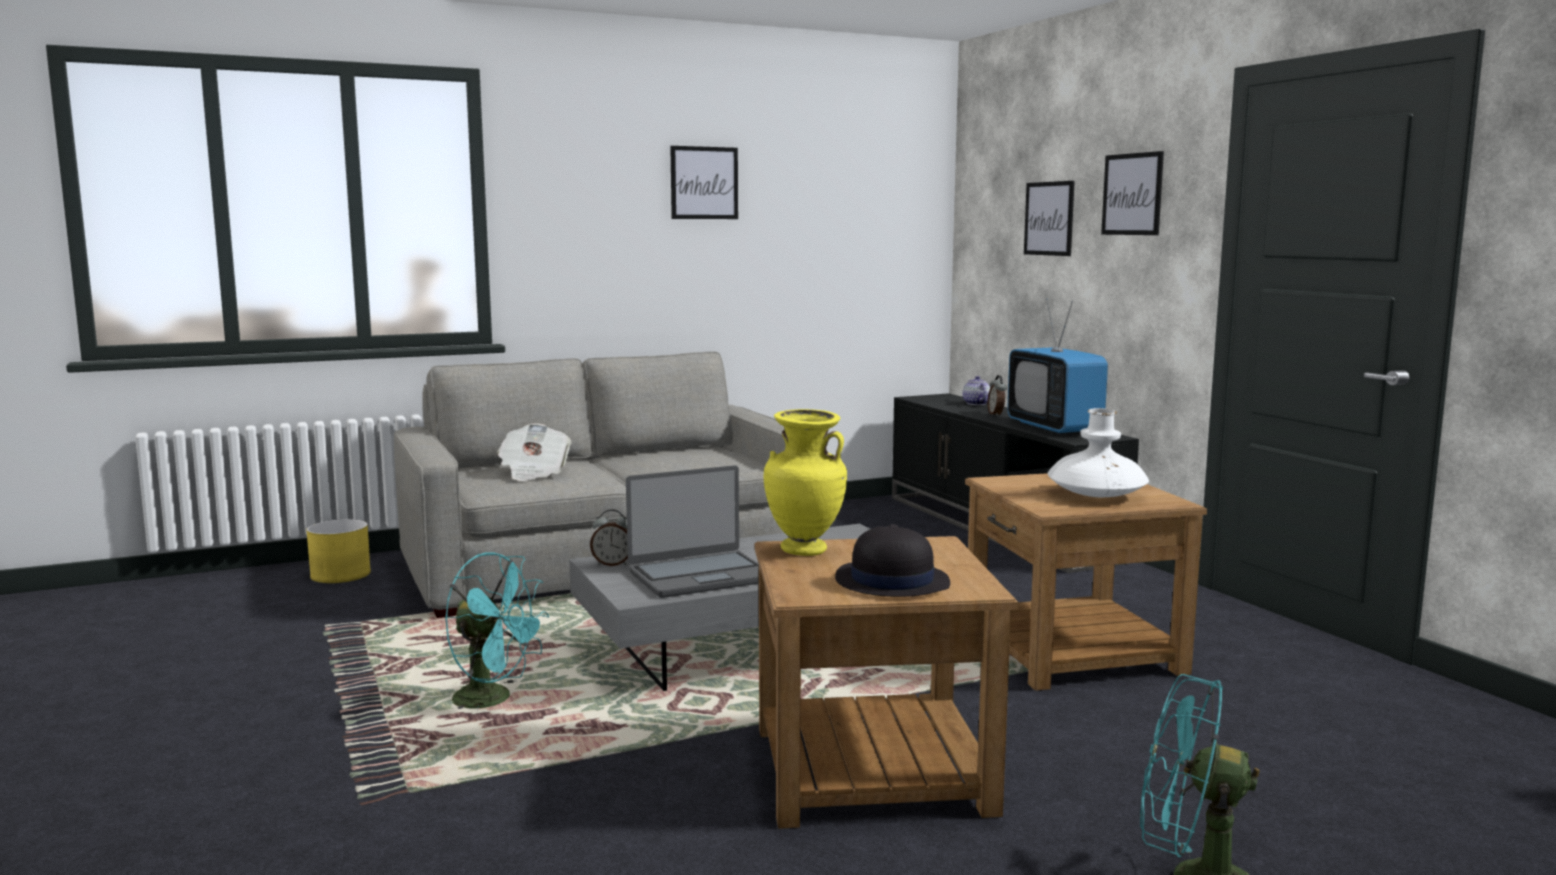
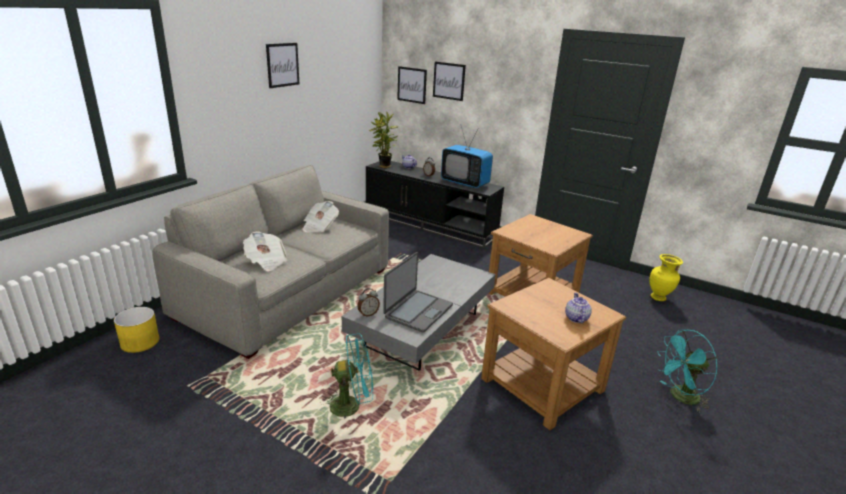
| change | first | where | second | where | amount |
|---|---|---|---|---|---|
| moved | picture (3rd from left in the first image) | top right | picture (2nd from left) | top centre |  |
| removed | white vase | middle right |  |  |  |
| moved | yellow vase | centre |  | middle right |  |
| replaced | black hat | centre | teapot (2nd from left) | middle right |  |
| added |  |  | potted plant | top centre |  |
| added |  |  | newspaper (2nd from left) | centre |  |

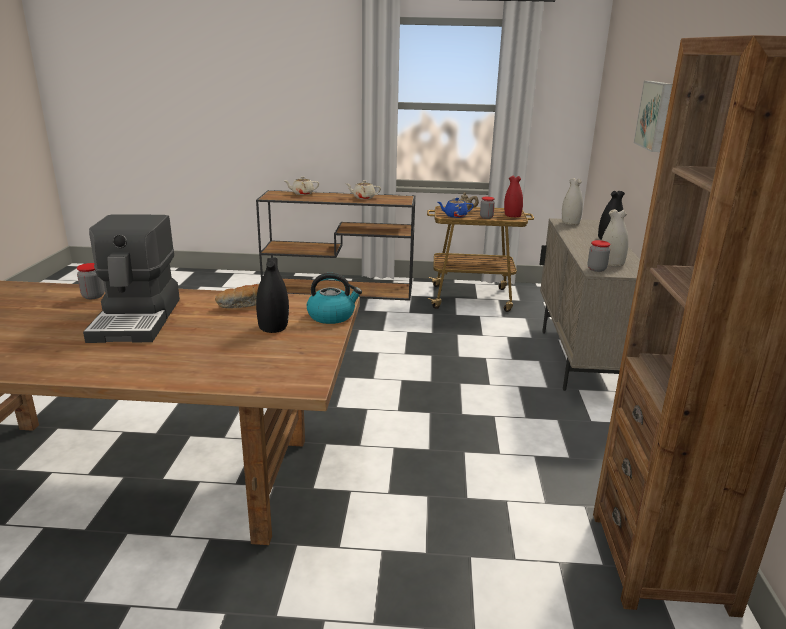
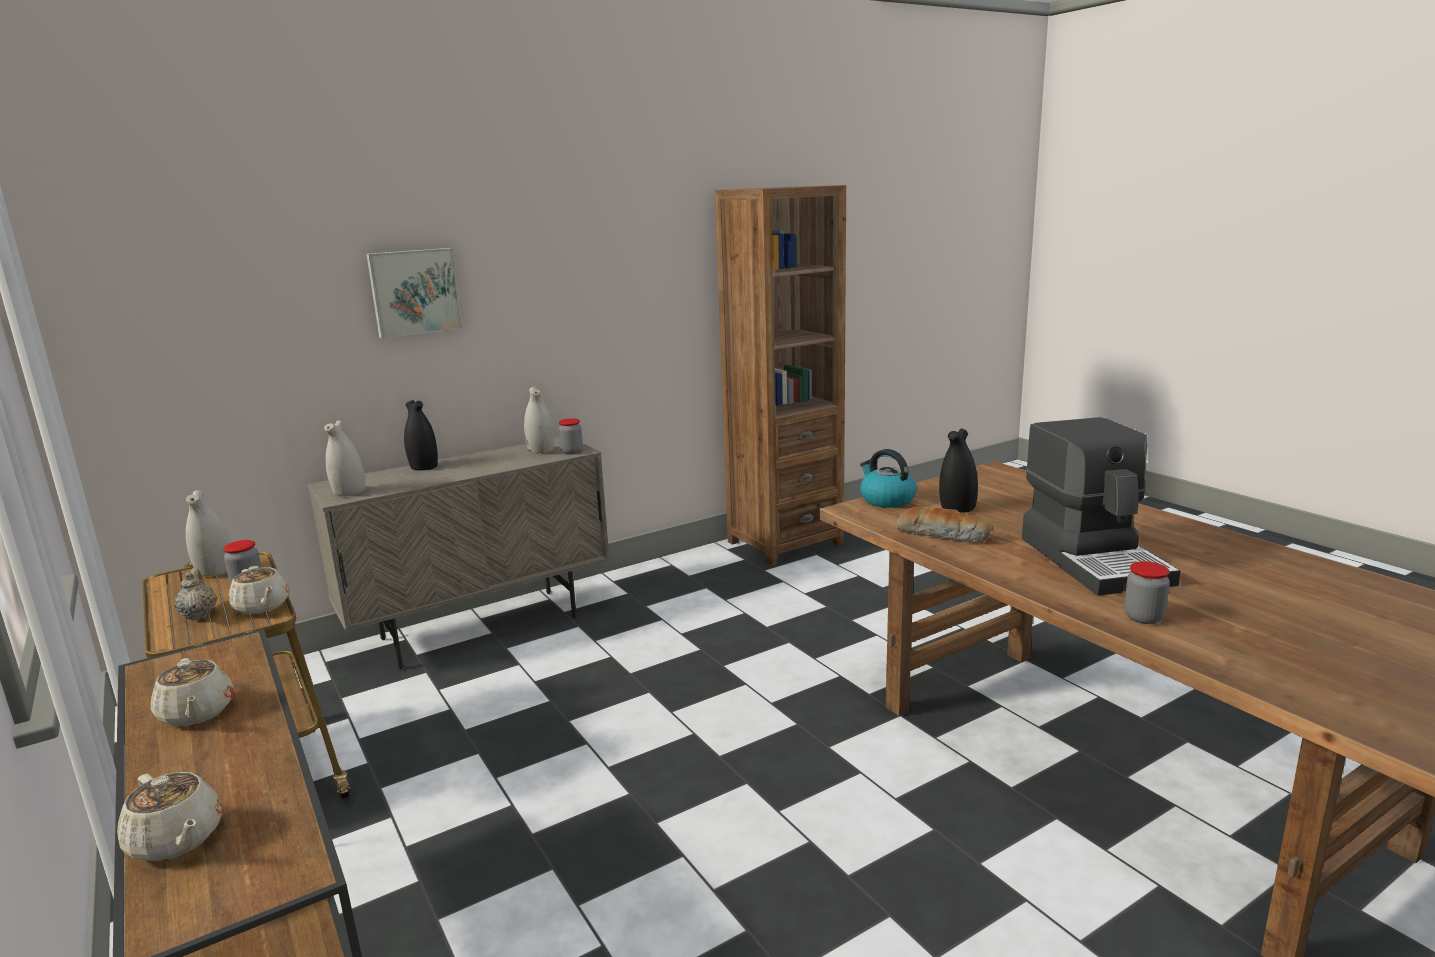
| change | first | where | second | where | amount |
|---|---|---|---|---|---|
| recoloured | red vase | top centre | white vase (1st from left) | middle left |  |
| recoloured | blue teapot | top centre | beige teapot (4th from left) | middle left |  |
| turned | coffee machine | middle left |  | middle right | 120 degrees clockwise |

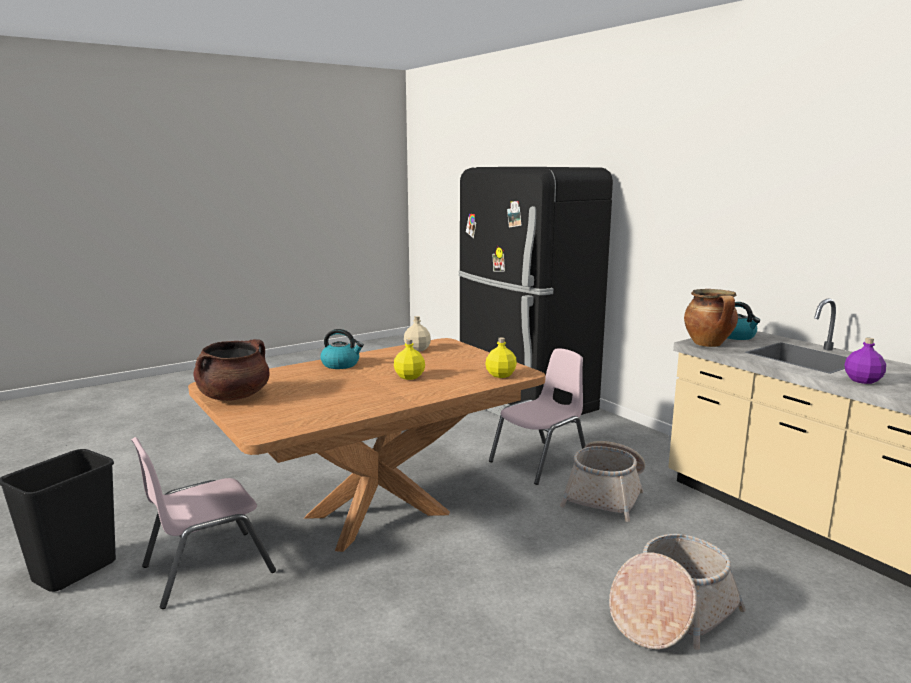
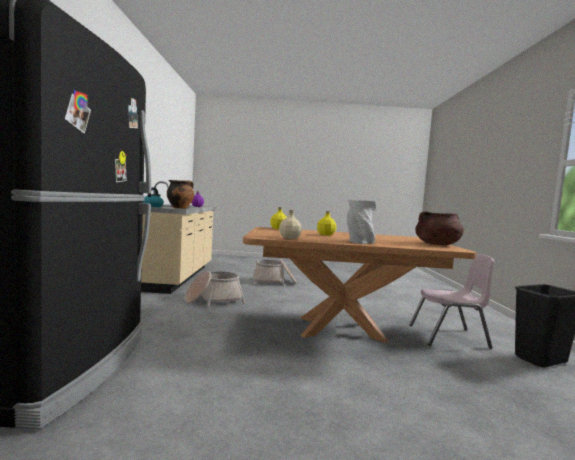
| change | first | where | second | where | amount |
|---|---|---|---|---|---|
| replaced | kettle (1st from left) | centre | grey vase | centre |  |
| removed | pink chair (2nd from left) | centre |  |  |  |

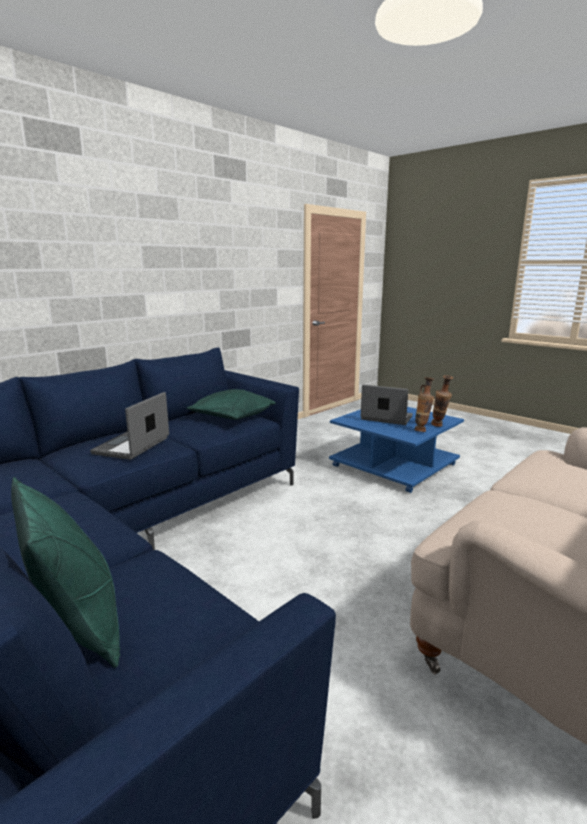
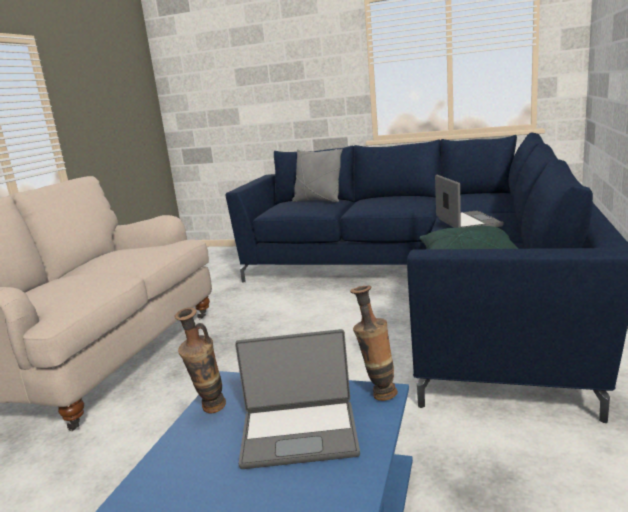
| change | first | where | second | where | amount |
|---|---|---|---|---|---|
| moved | vase (2nd from left) | middle right |  | bottom centre |  |
| recoloured | green pillow (1st from left) | bottom left | grey pillow | centre |  |

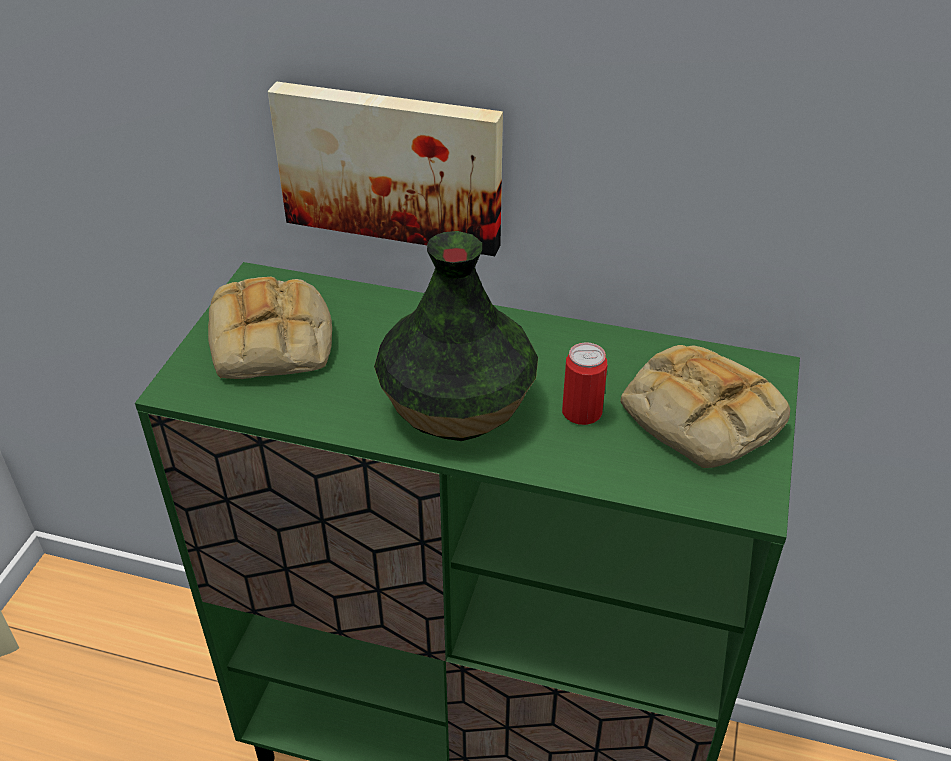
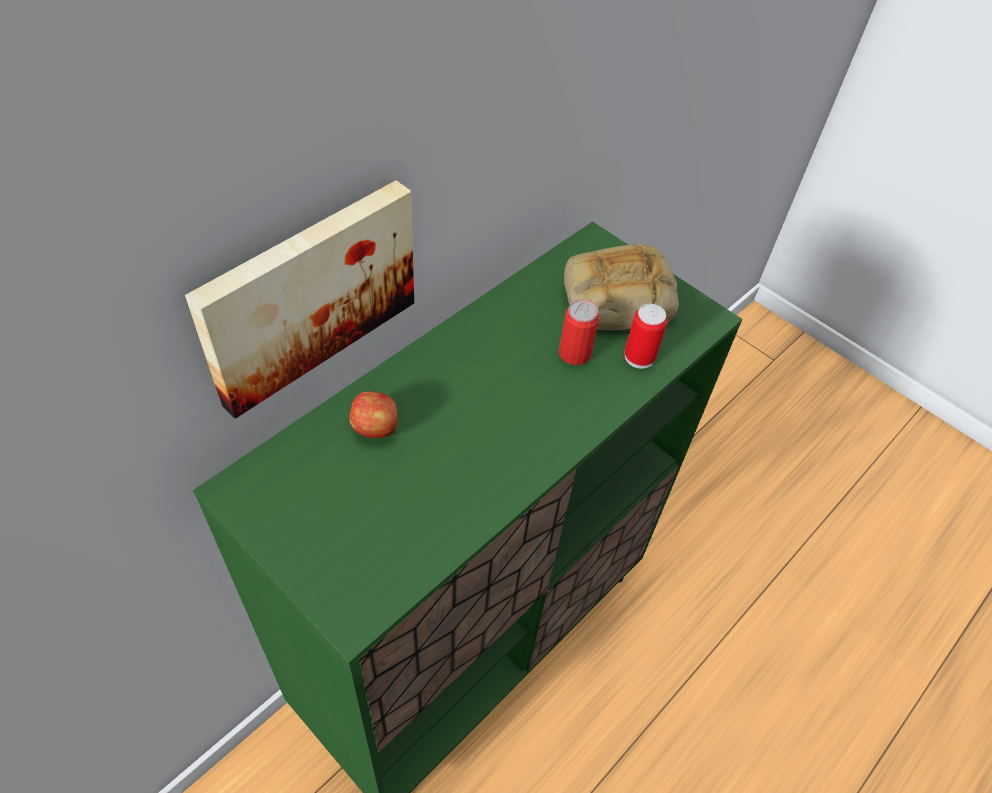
| change | first | where | second | where | amount |
|---|---|---|---|---|---|
| removed | vase | centre |  |  |  |
| removed | bread (1st from left) | middle left |  |  |  |
| added |  |  | can (2nd from left) | centre |  |
| added |  |  | apple | centre |  |

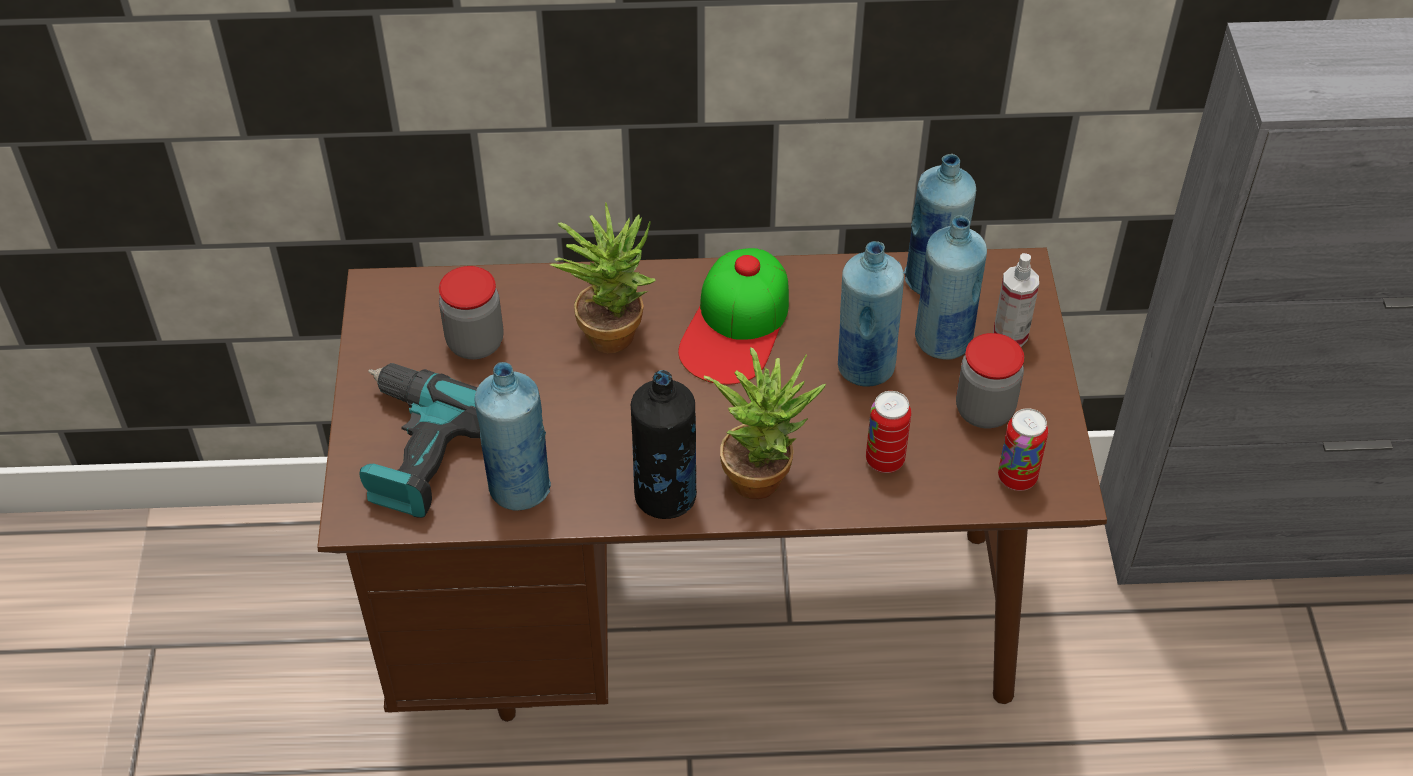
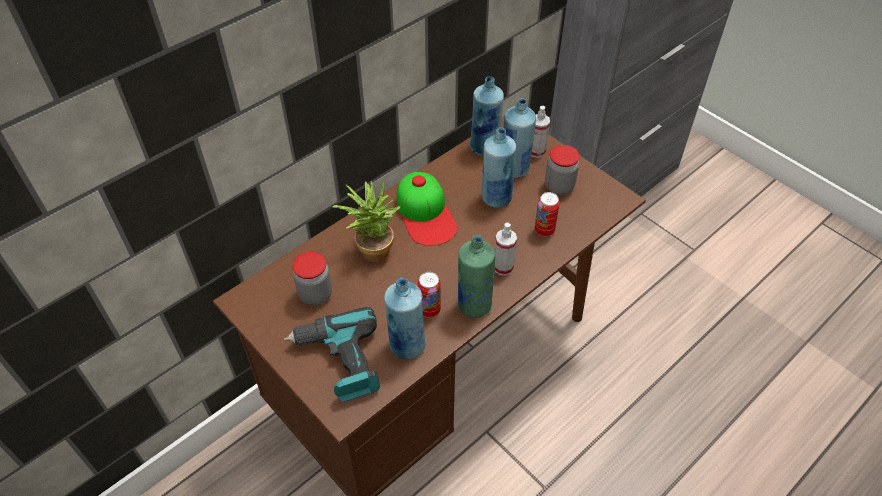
| change | first | where | second | where | amount |
|---|---|---|---|---|---|
| replaced | potted plant (2nd from left) | centre | spray bottle (1st from left) | centre |  |
| recoloured | black bottle | centre | green bottle | centre |  |
| moved | can (2nd from left in the first image) | middle right | can (1st from left) | centre |  |

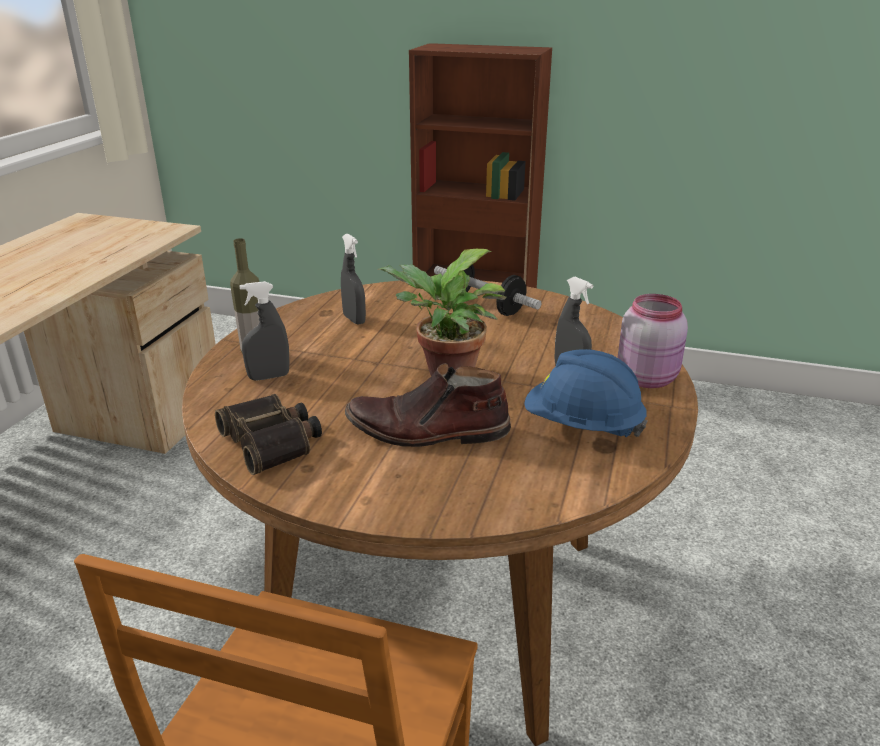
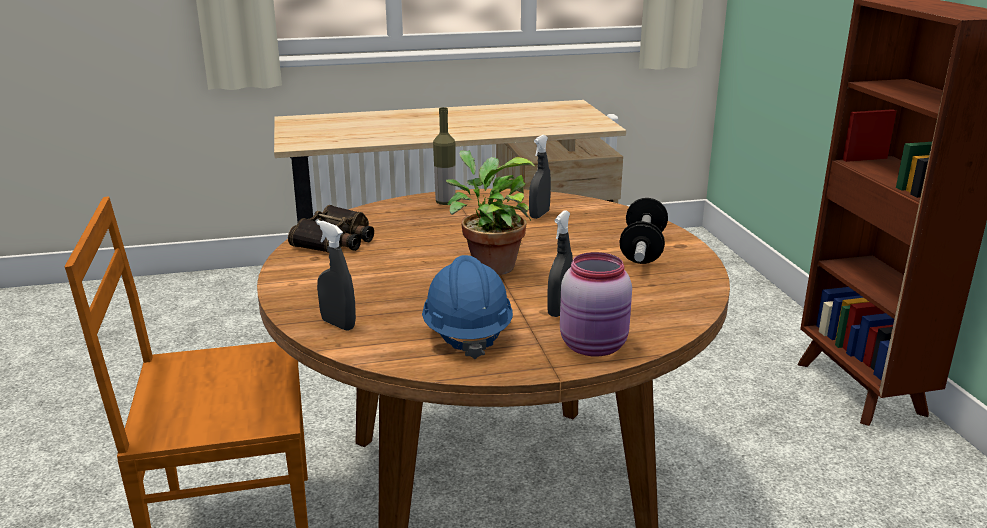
| change | first | where | second | where | amount |
|---|---|---|---|---|---|
| moved | grey spray bottle (1st from left) | middle left |  | centre |  |
| removed | brown boot | centre |  |  |  |

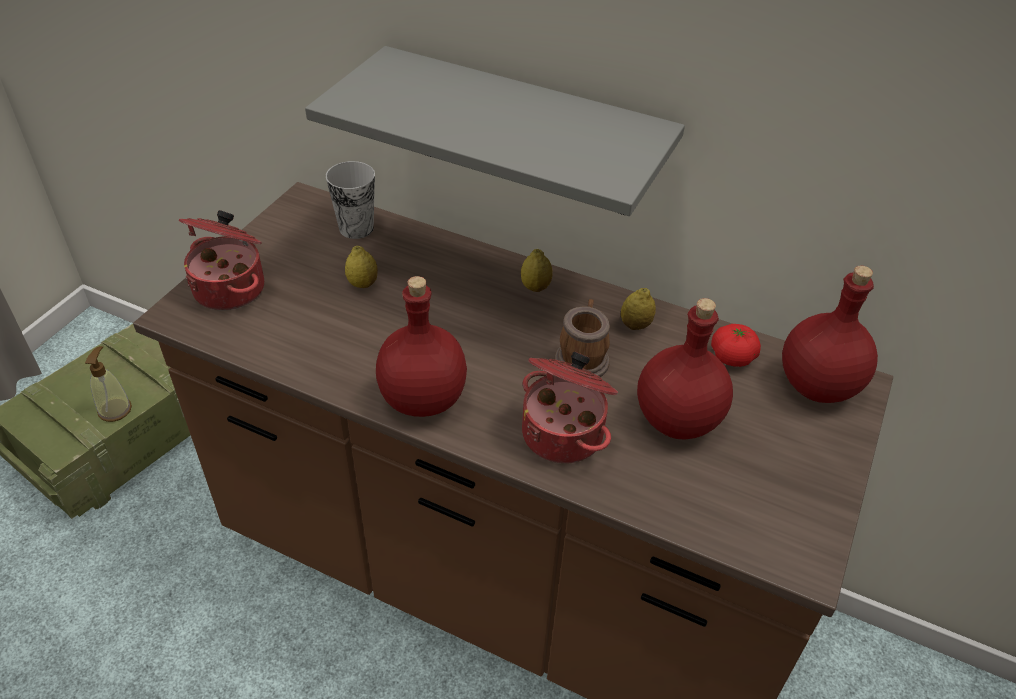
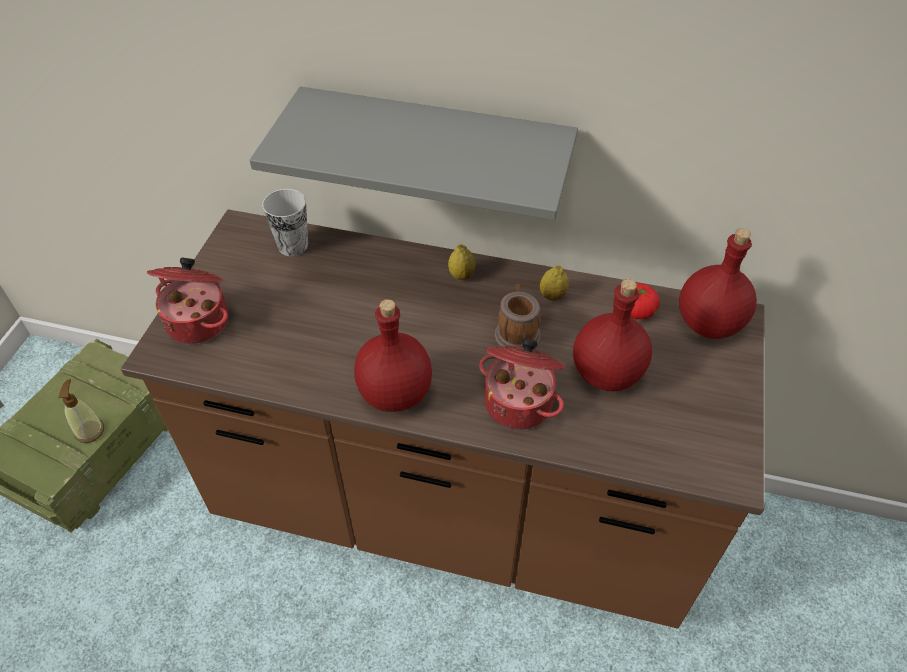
| change | first | where | second | where | amount |
|---|---|---|---|---|---|
| removed | lemon (1st from left) | centre |  |  |  |

